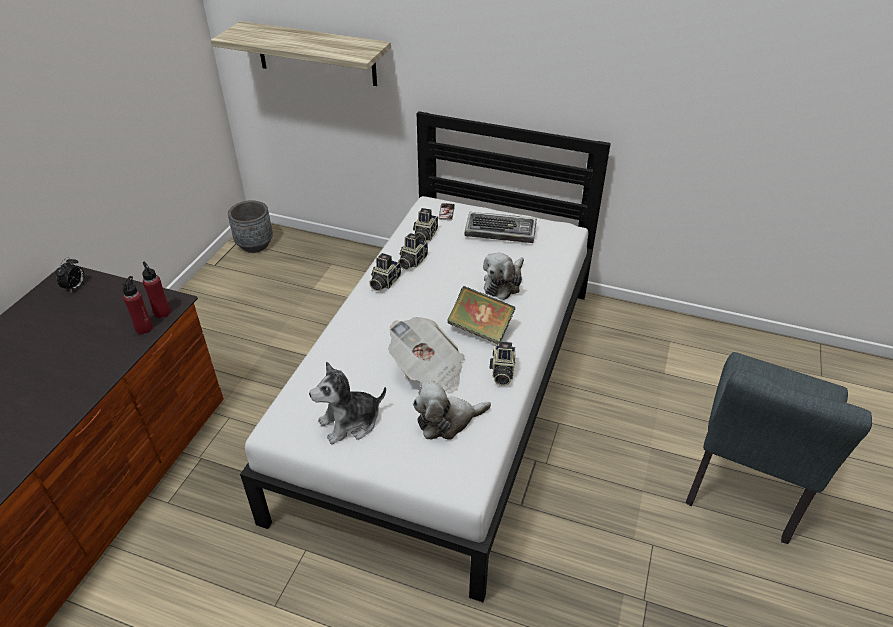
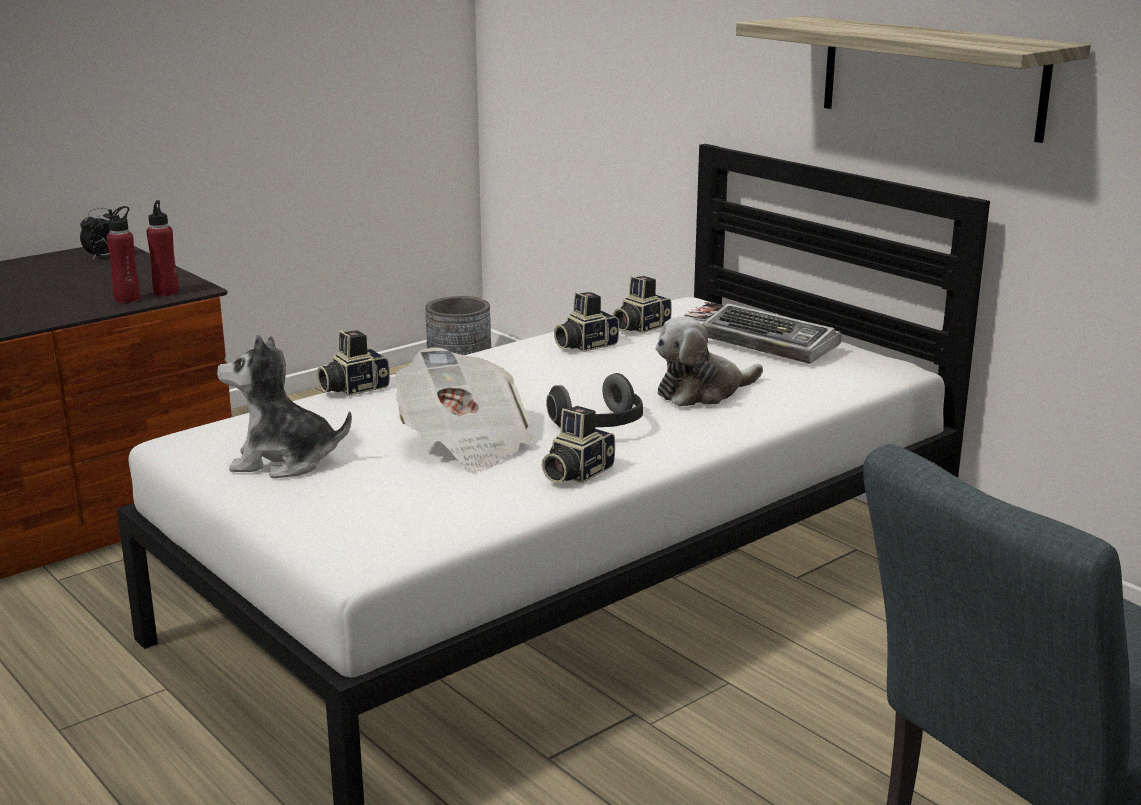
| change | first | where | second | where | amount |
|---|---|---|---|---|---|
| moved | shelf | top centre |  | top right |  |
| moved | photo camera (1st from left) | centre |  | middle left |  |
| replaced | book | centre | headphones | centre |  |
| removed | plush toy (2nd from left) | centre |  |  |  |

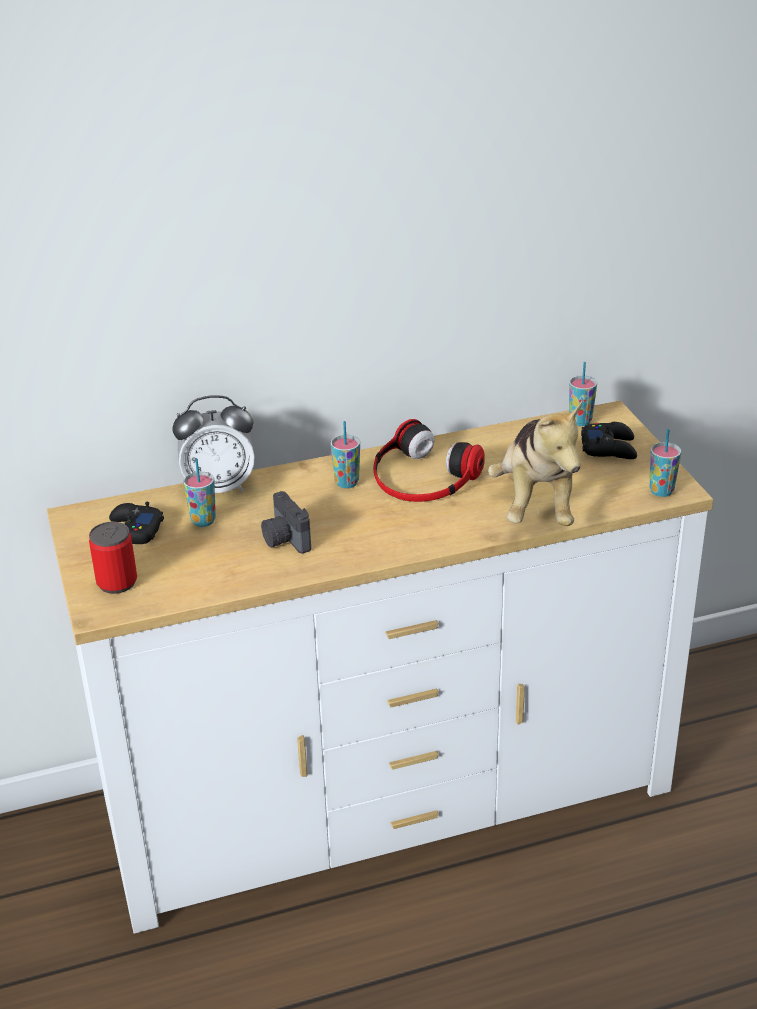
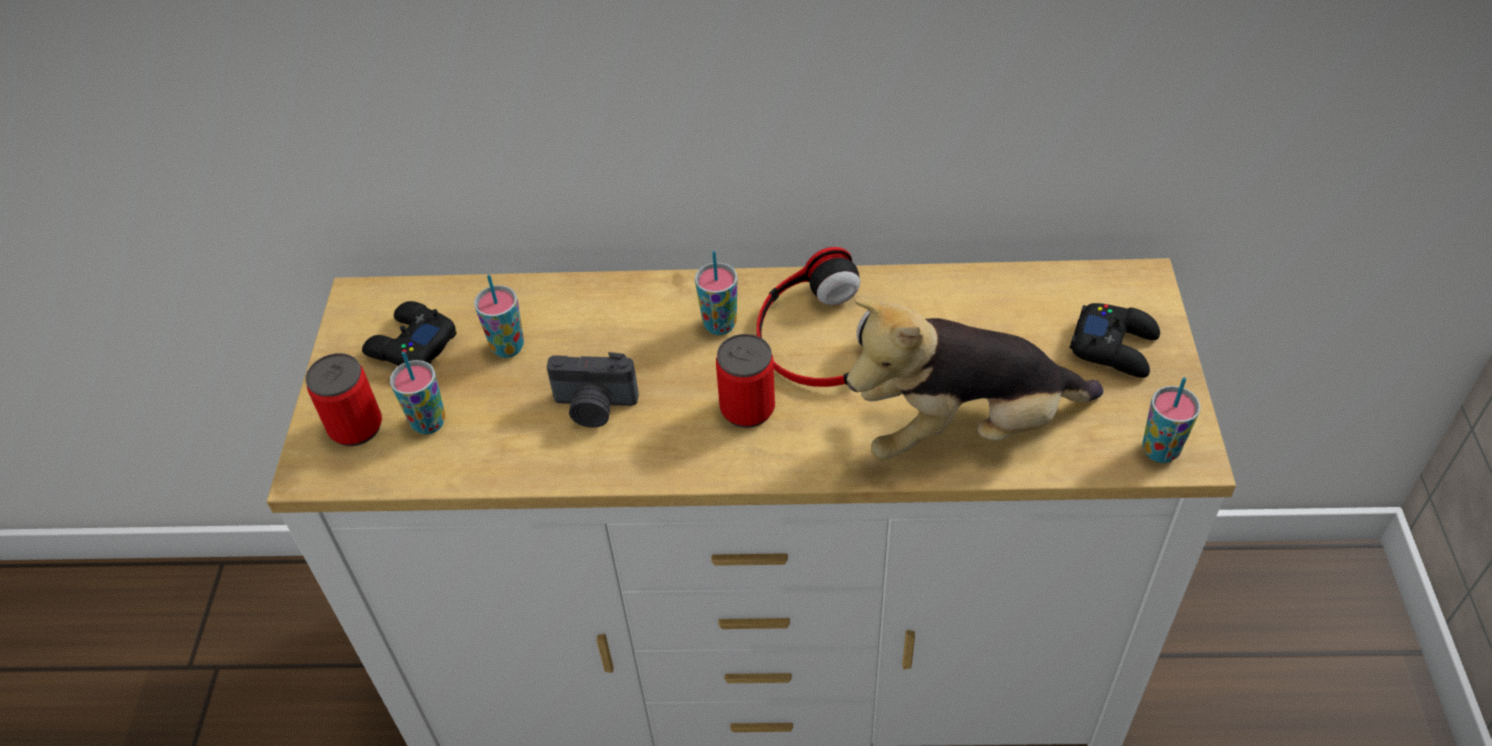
| change | first | where | second | where | amount |
|---|---|---|---|---|---|
| moved | cup (3rd from left in the first image) | middle right | cup (1st from left) | middle left |  |
| removed | alarm clock | middle left |  |  |  |
| turned | plush toy | middle right |  | centre | 60 degrees clockwise |
| turned | photo camera | centre |  | centre | 75 degrees counterclockwise |
| added |  |  | can (2nd from left) | centre |  |

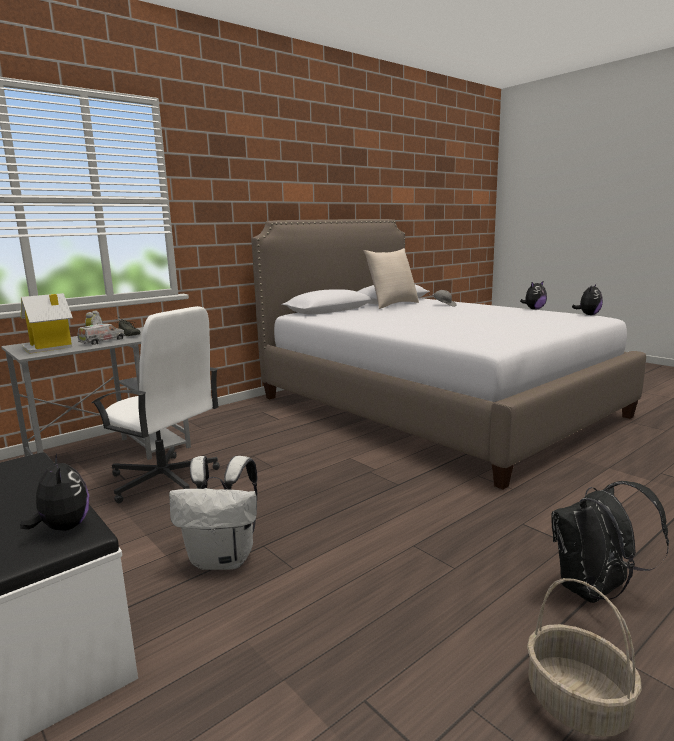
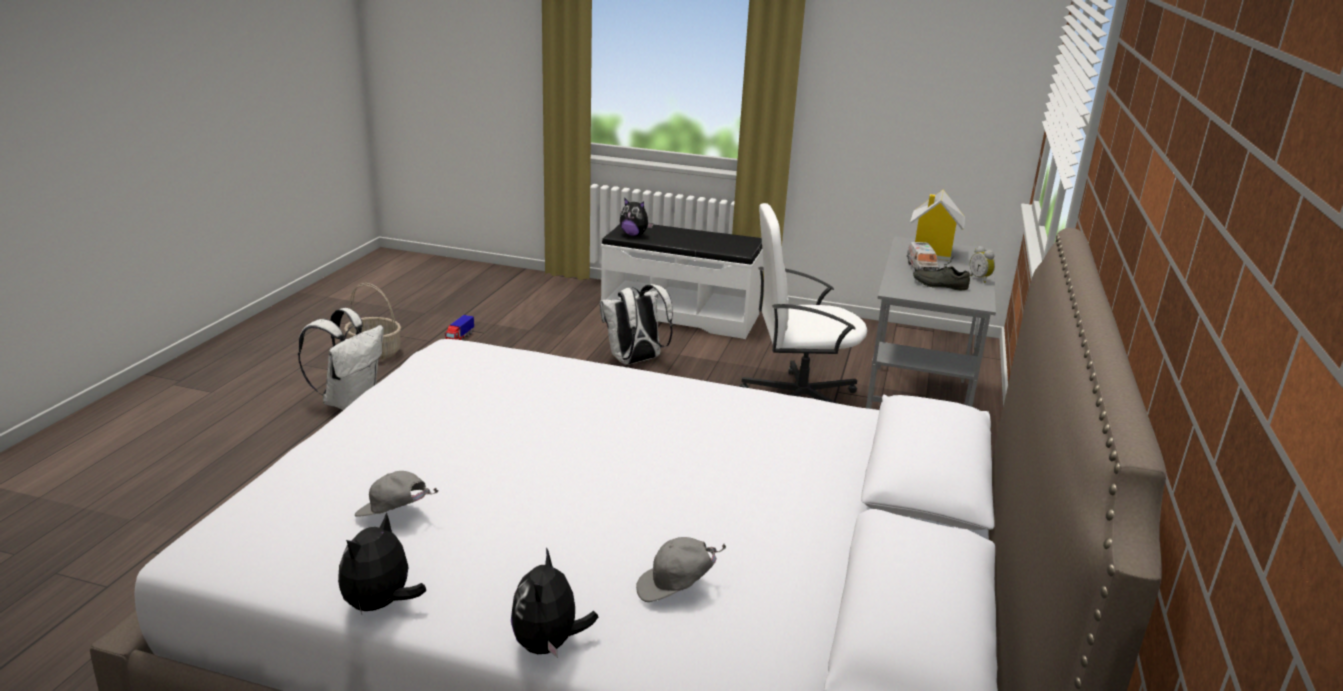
| change | first | where | second | where | amount |
|---|---|---|---|---|---|
| removed | beige pillow | centre |  |  |  |
| moved | plush toy (3rd from left in the first image) | middle right | plush toy (2nd from left) | bottom centre |  |
| recoloured | black backpack | bottom right | white backpack (1st from left) | middle left |  |
| added |  |  | toy truck (1st from left) | centre |  |
| added |  |  | grey cap (1st from left) | bottom left |  |

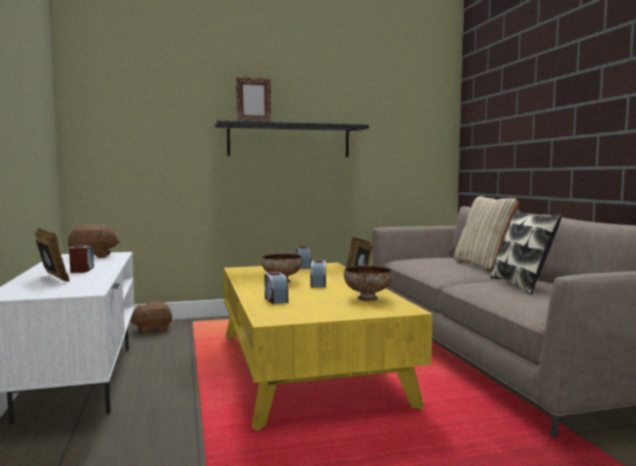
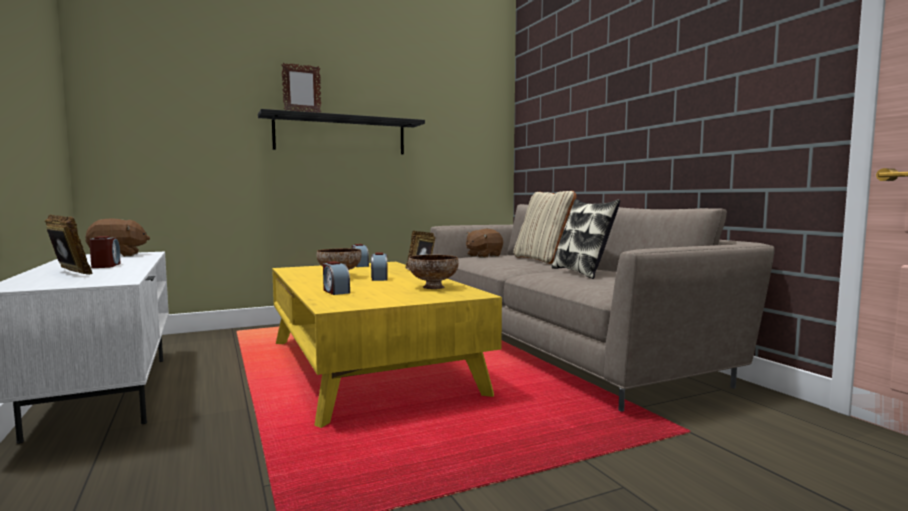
| change | first | where | second | where | amount |
|---|---|---|---|---|---|
| moved | brown plush toy (2nd from left) | bottom left |  | centre |  |

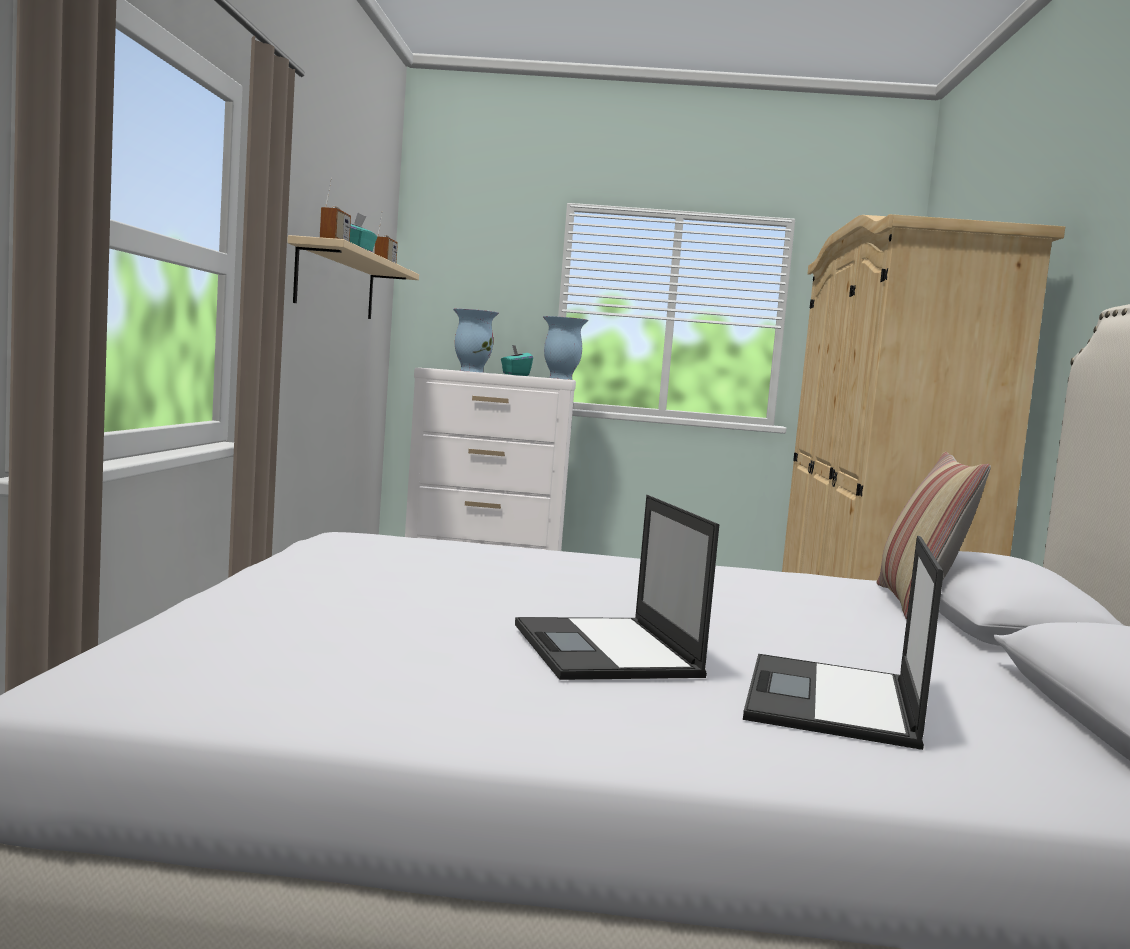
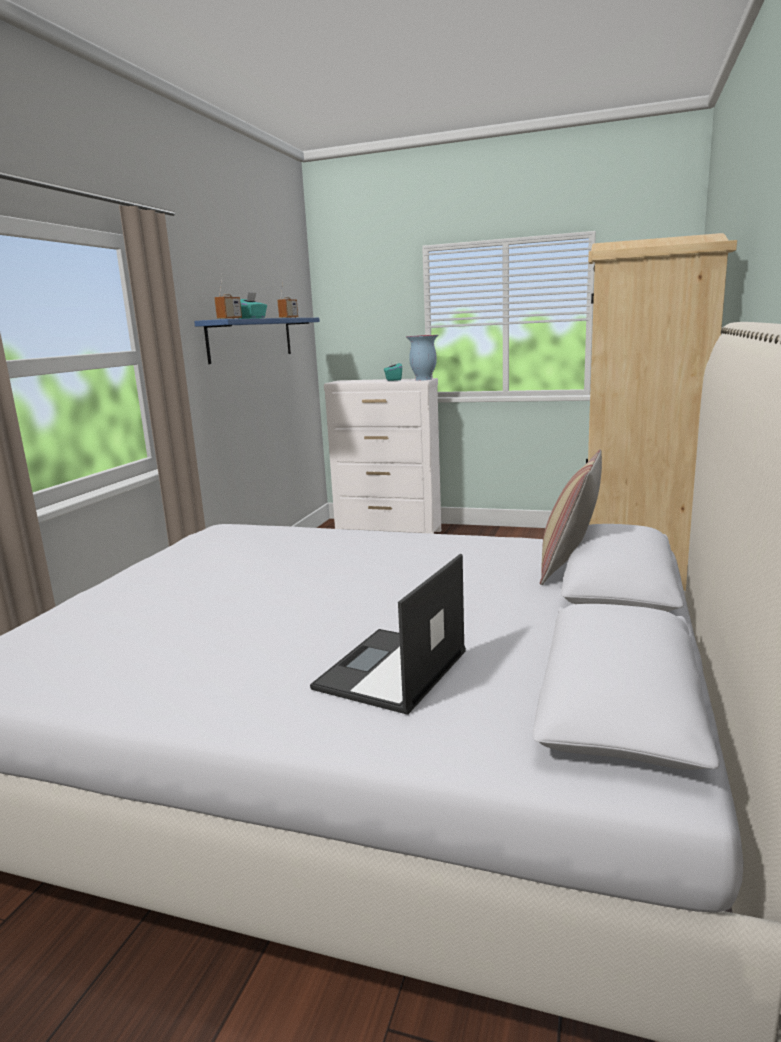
| change | first | where | second | where | amount |
|---|---|---|---|---|---|
| recoloured | beige shelf | top left | blue shelf | top left |  |
| removed | vase (1st from left) | centre |  |  |  |
| removed | laptop (1st from left) | centre |  |  |  |

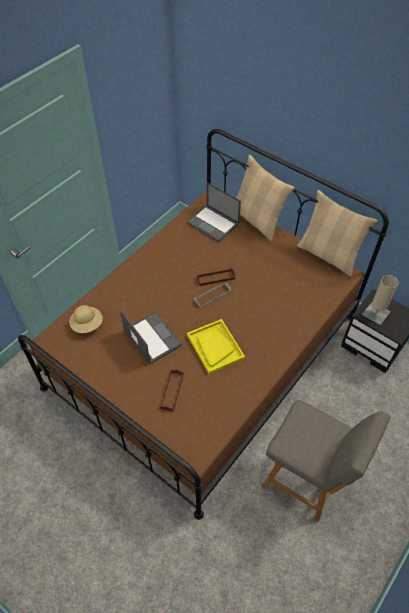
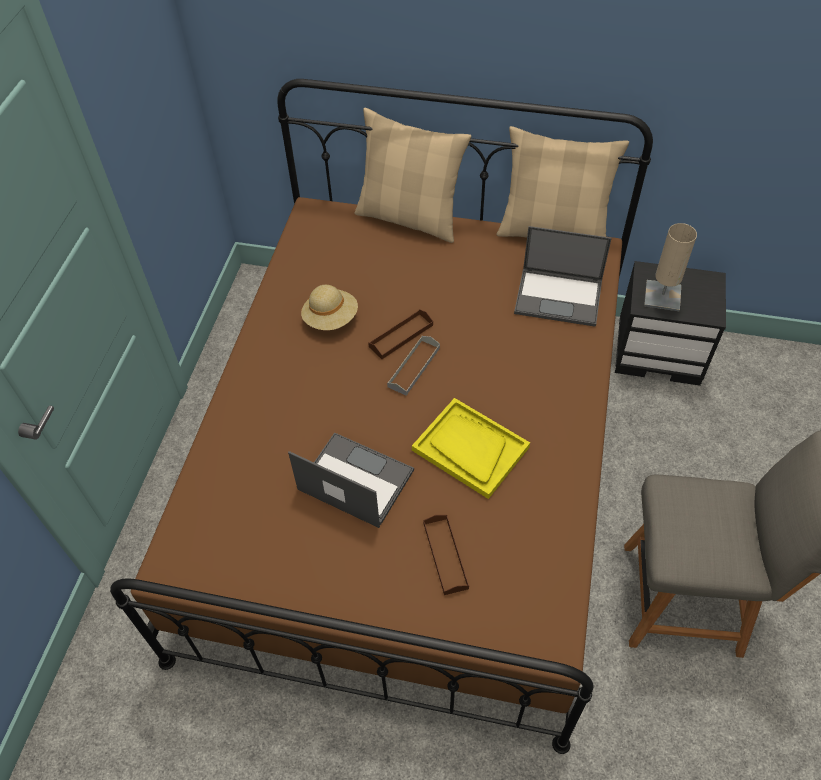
| change | first | where | second | where | amount |
|---|---|---|---|---|---|
| moved | laptop (2nd from left) | centre |  | middle right |  |
| moved | beige hat | middle left |  | centre |  |

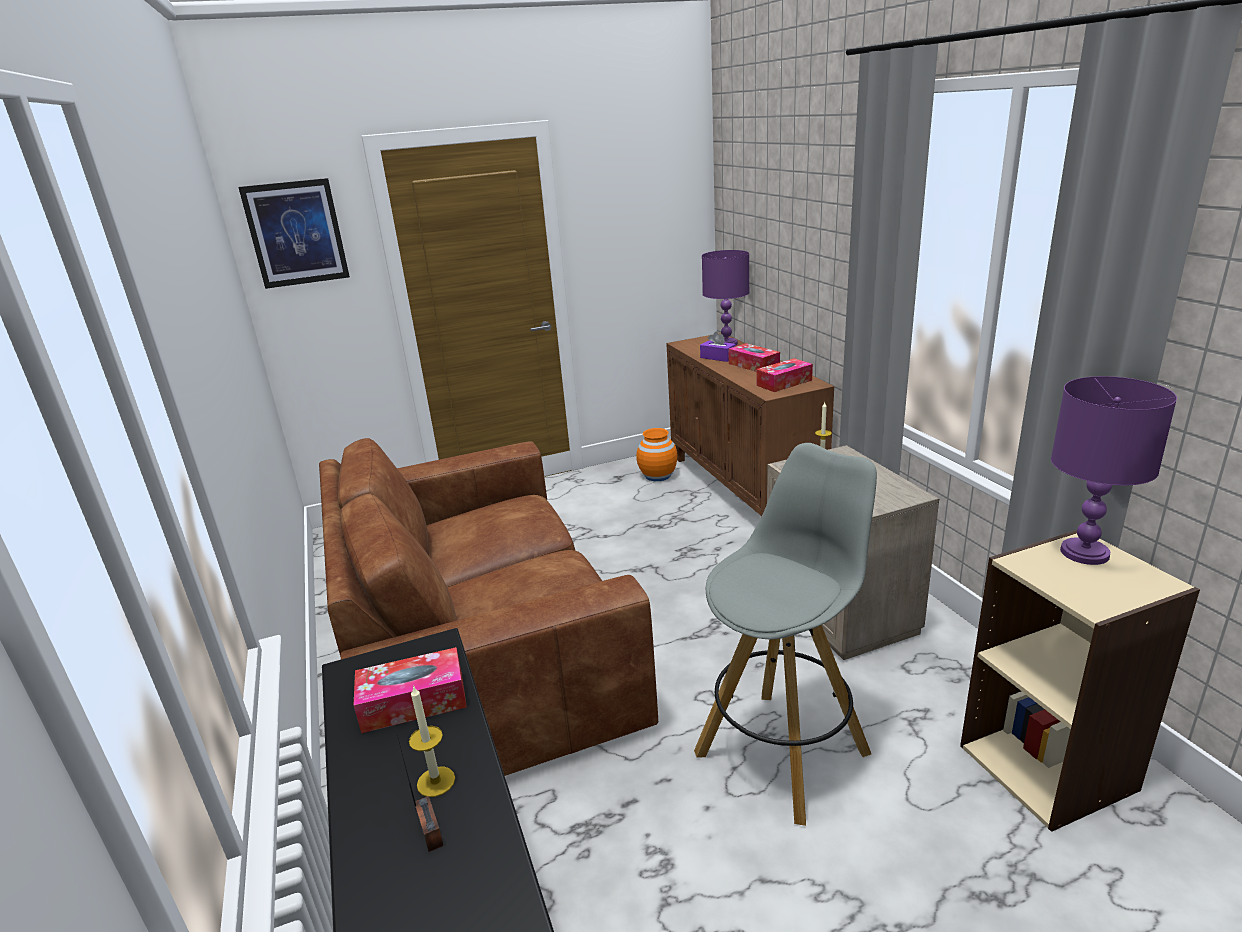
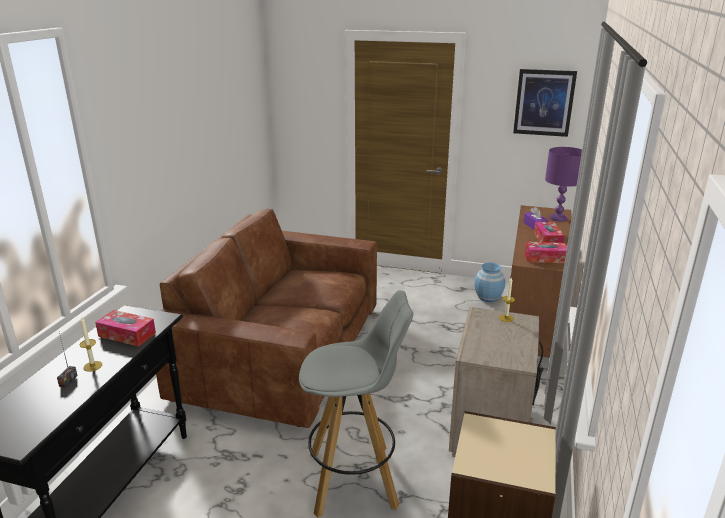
| change | first | where | second | where | amount |
|---|---|---|---|---|---|
| moved | picture | top left |  | top right |  |
| removed | purple table lamp (2nd from left) | middle right |  |  |  |
| recoloured | orange vase | centre | blue vase | middle right |  |

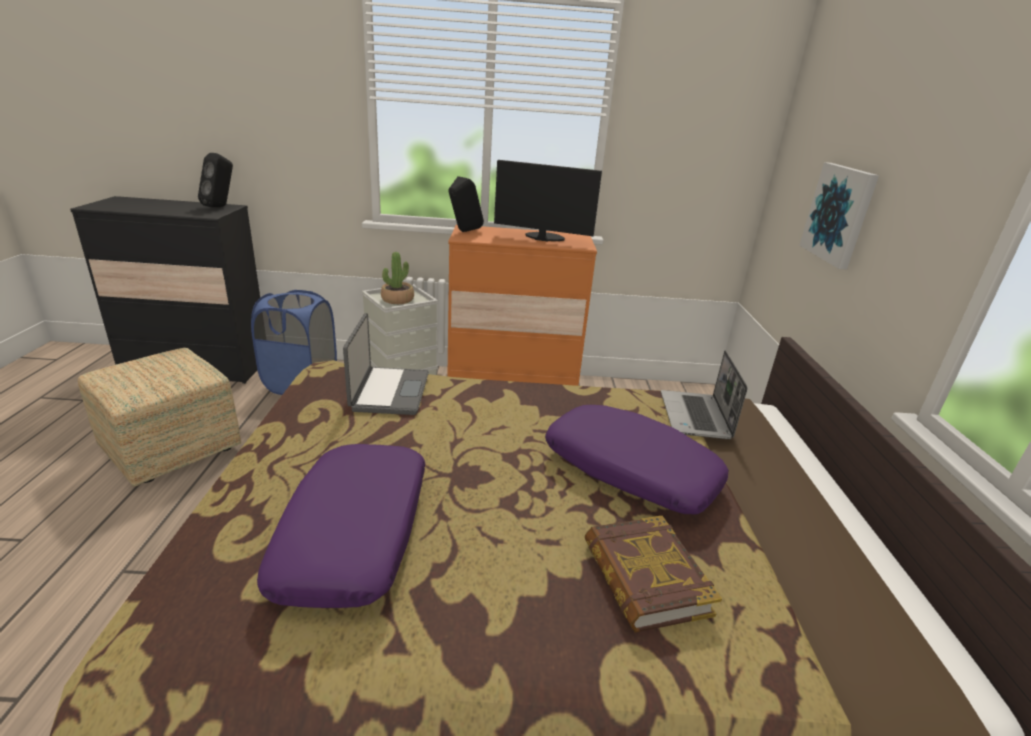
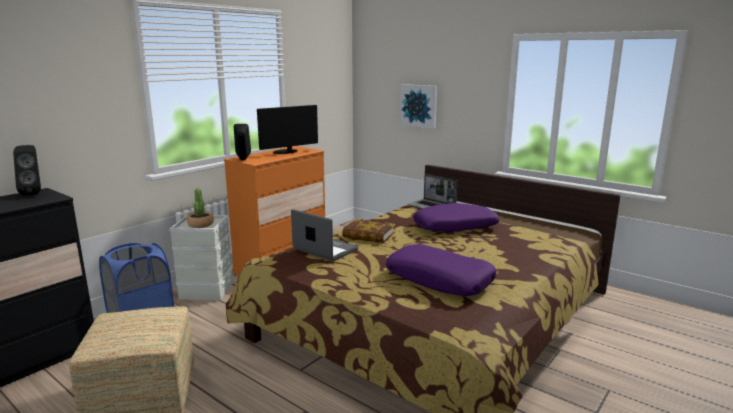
| change | first | where | second | where | amount |
|---|---|---|---|---|---|
| moved | book | bottom centre |  | centre |  |

